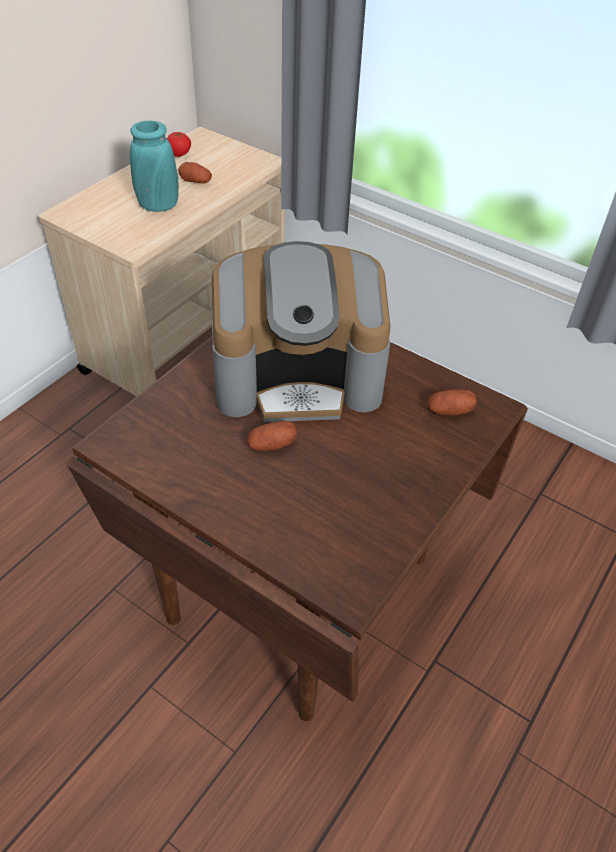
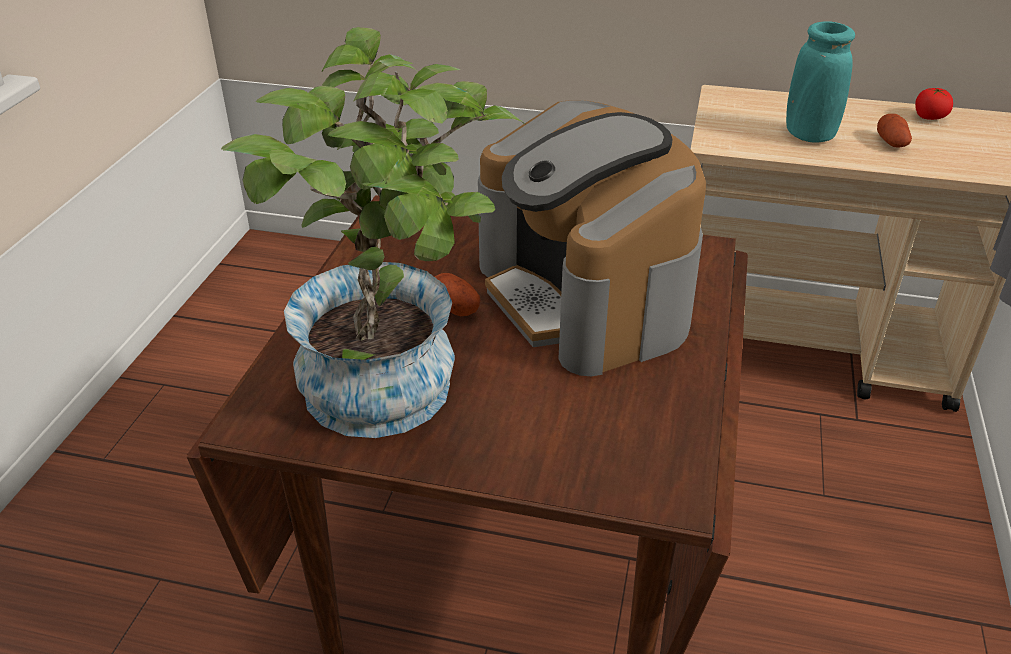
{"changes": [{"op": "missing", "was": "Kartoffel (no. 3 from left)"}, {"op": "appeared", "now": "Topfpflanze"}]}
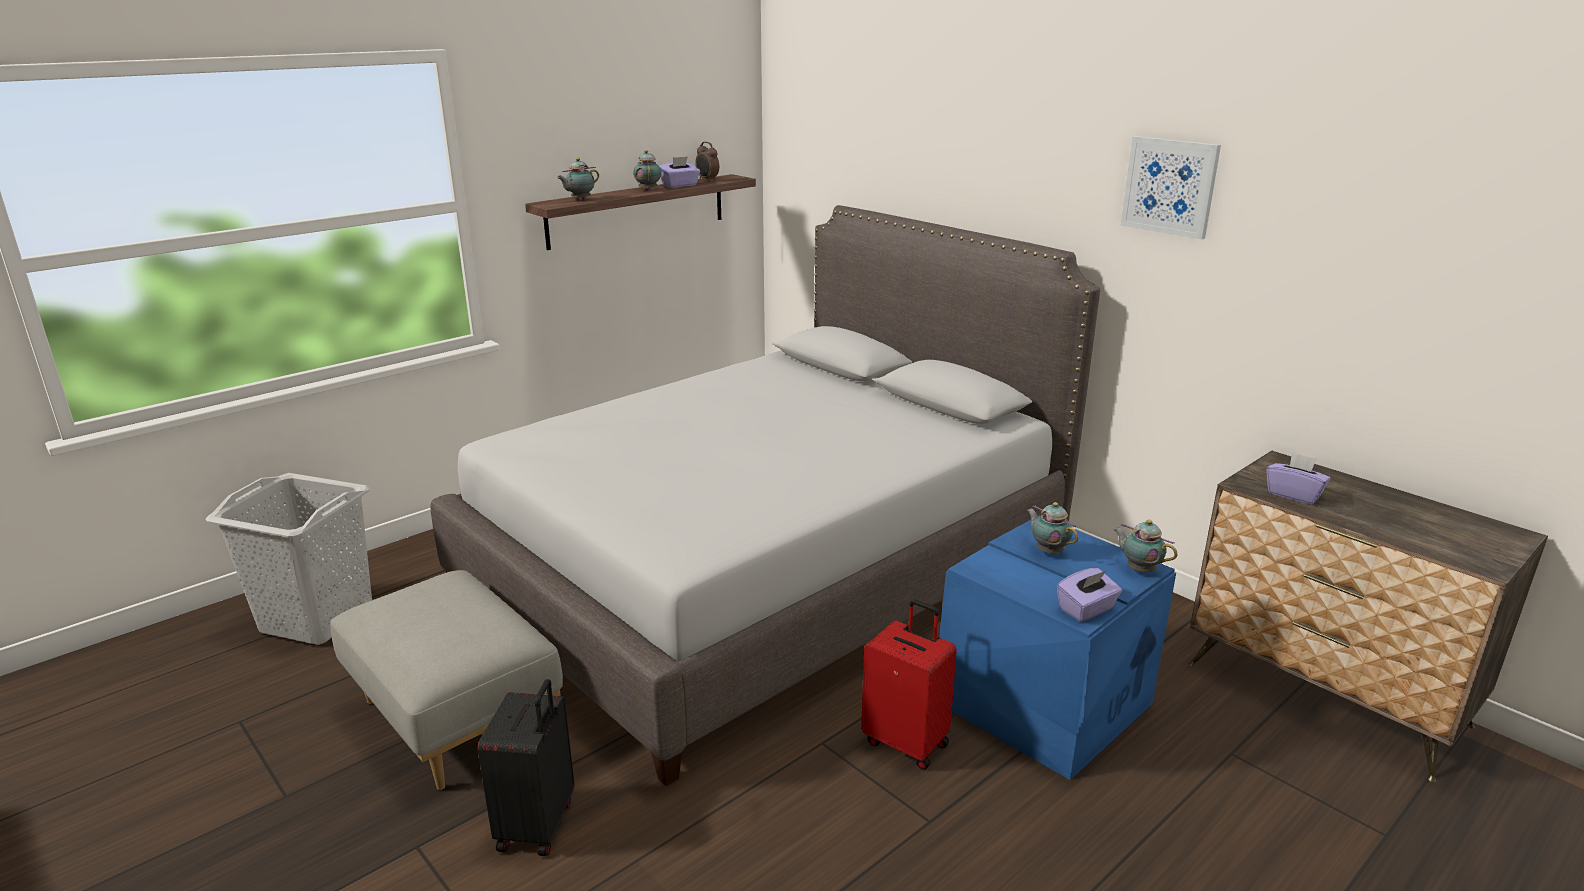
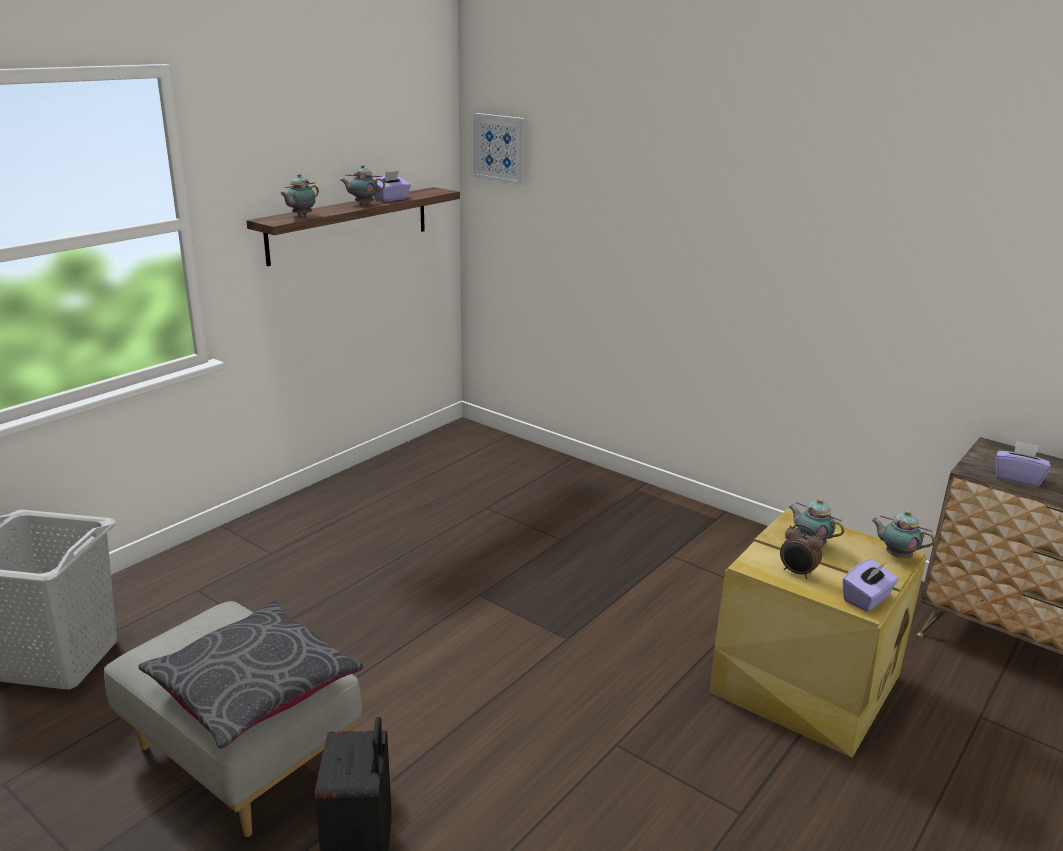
{"changes": [{"op": "missing", "was": "Bett/grau"}, {"op": "spun", "was": "Teekanne (no. 2 from left)", "clockwise": -60}, {"op": "relocated", "was": "Wecker"}, {"op": "missing", "was": "Koffer/rot"}, {"op": "colour", "was": "Aufbewahrungsbox/blau", "now": "Aufbewahrungsbox/beige"}, {"op": "relocated", "was": "Bild"}, {"op": "appeared", "now": "Kissen/grau"}]}
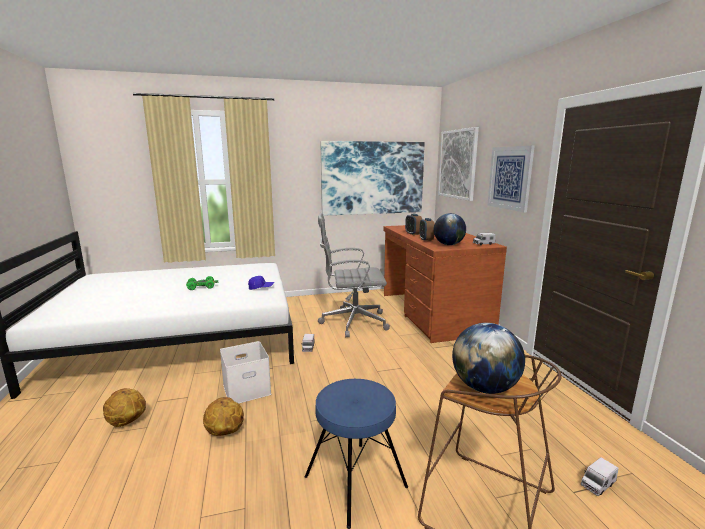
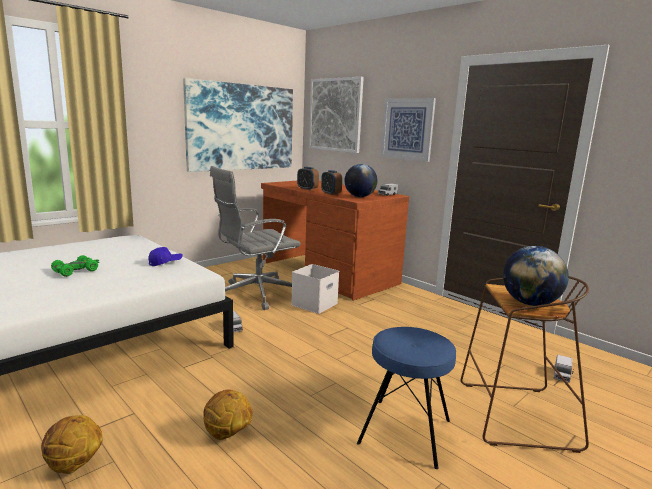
{"changes": [{"op": "relocated", "was": "Aufbewahrungsbox/weiß"}]}
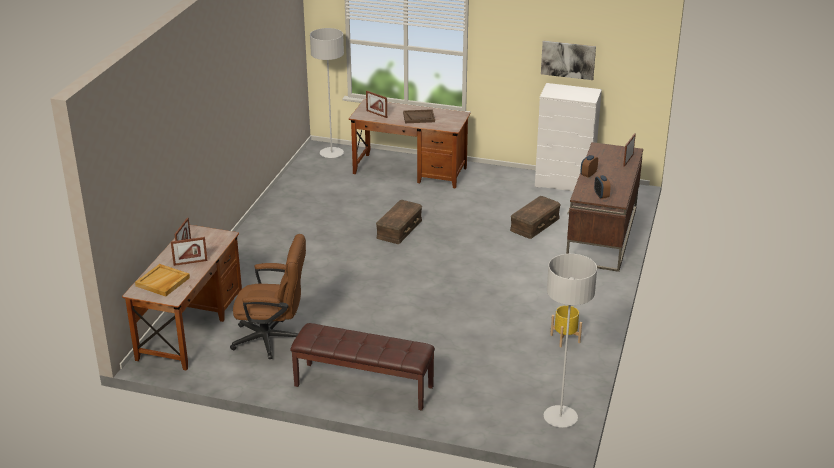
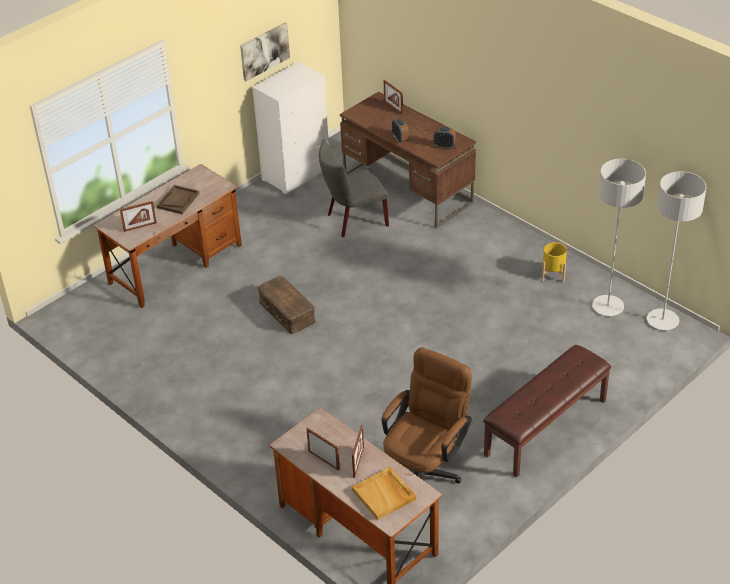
{"changes": [{"op": "relocated", "was": "Stehlampe/grau (no. 1 from left)"}, {"op": "exchanged", "was": "Aufbewahrungsbox/braun (no. 2 from left)", "now": "Stuhl/grau"}]}
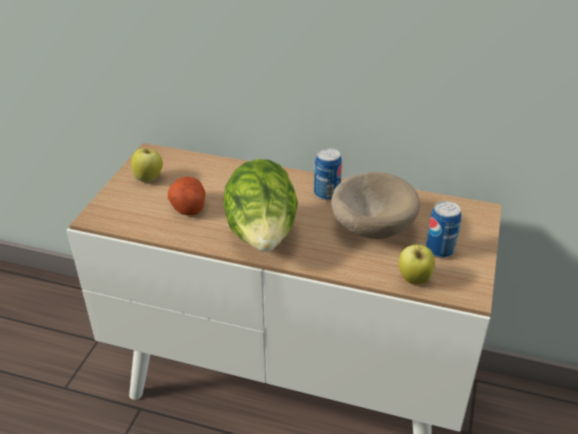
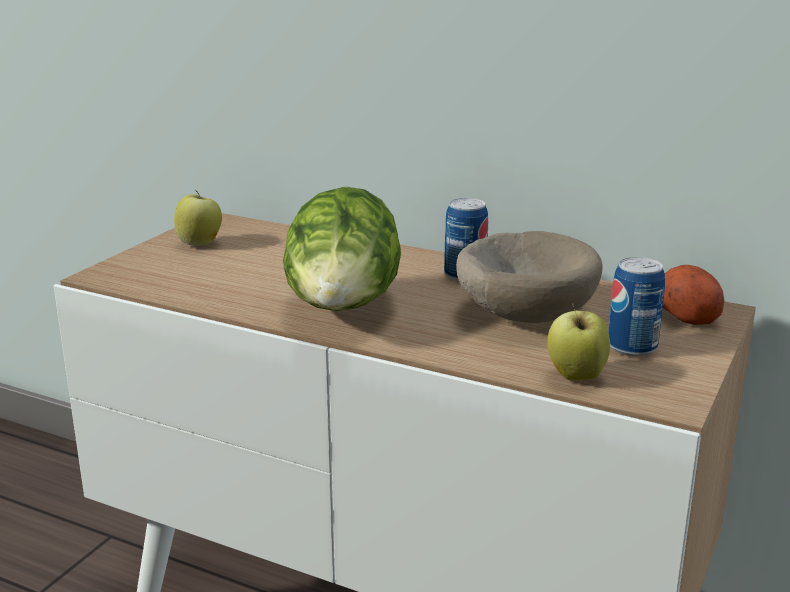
{"changes": [{"op": "relocated", "was": "Kartoffel"}]}
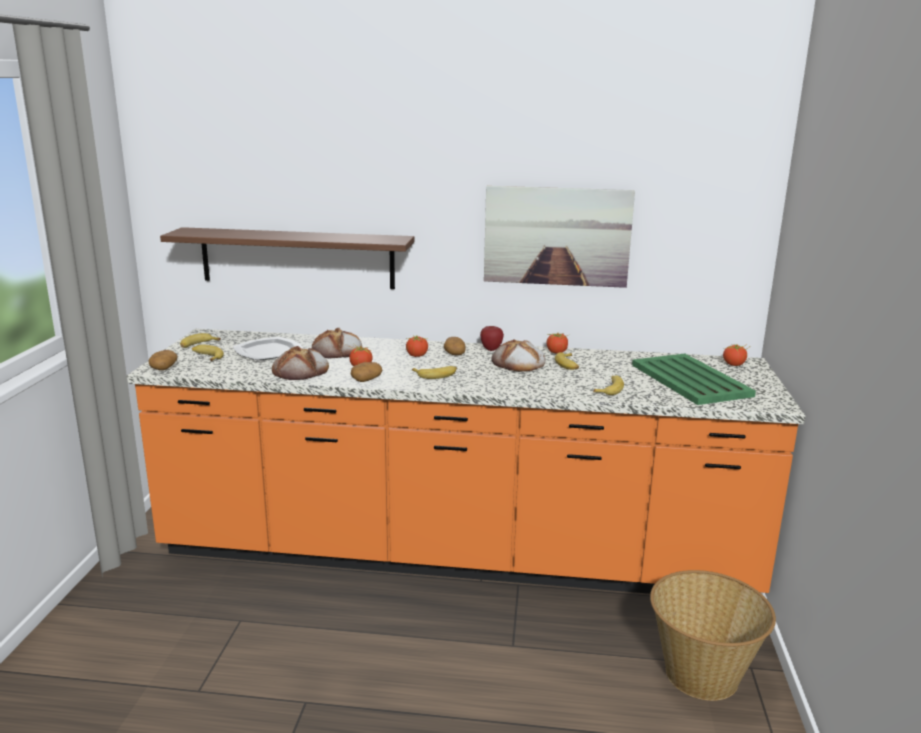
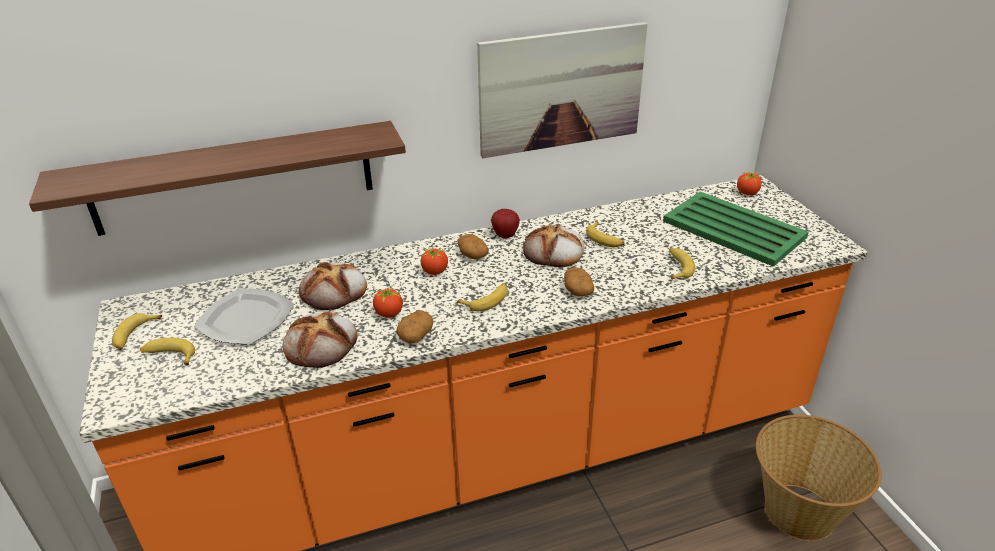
{"changes": [{"op": "relocated", "was": "Kartoffel (no. 1 from left in the first image)", "now": "Kartoffel (no. 3 from left)"}, {"op": "missing", "was": "Tomate (no. 3 from left)"}]}
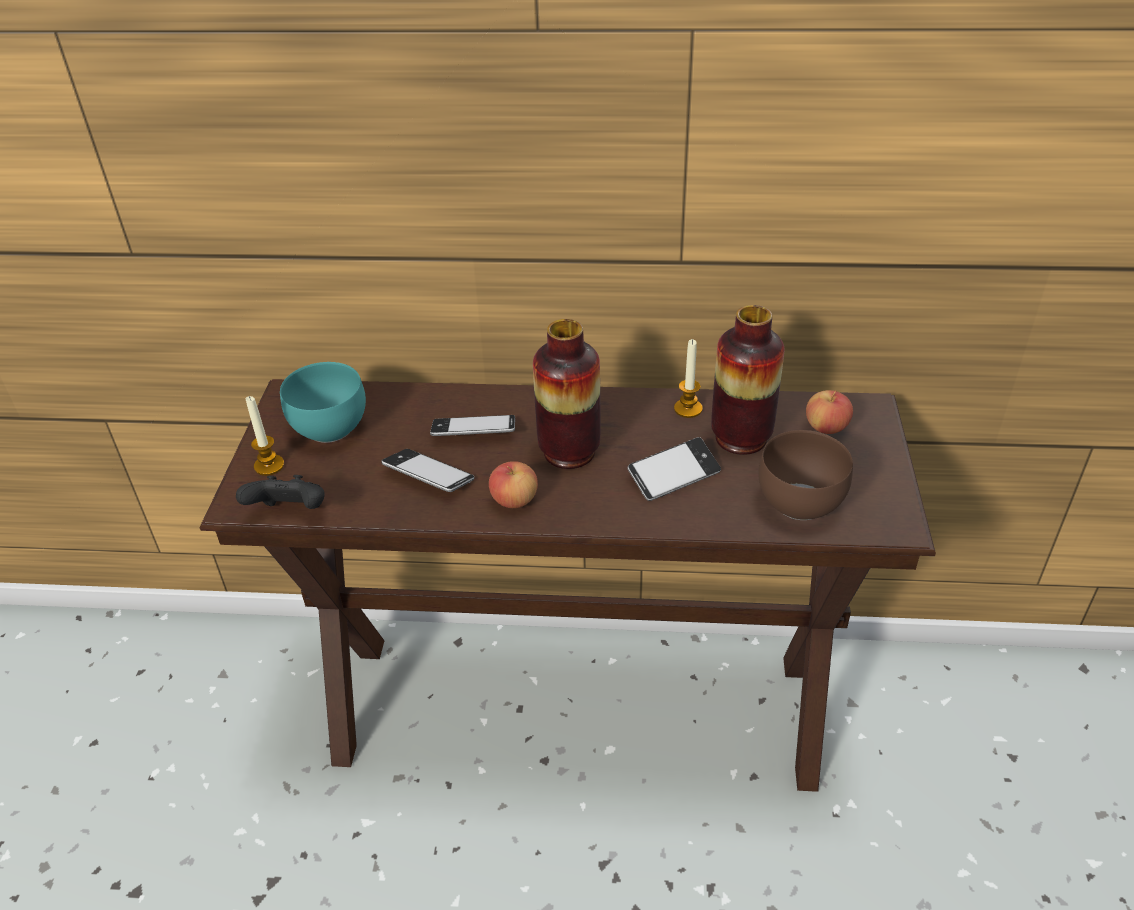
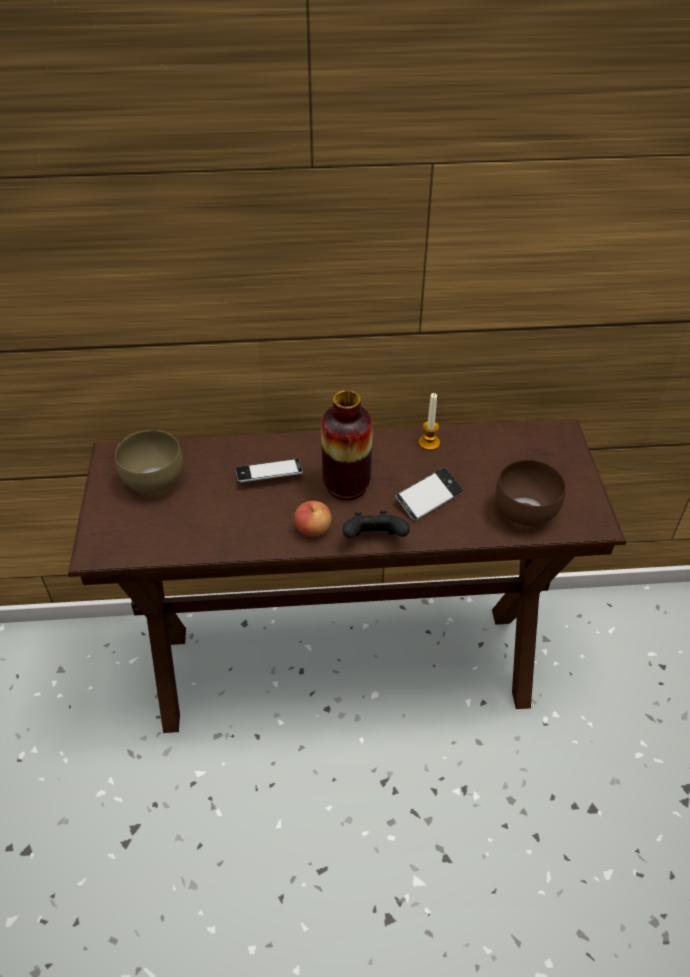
{"changes": [{"op": "relocated", "was": "Gamepad/schwarz"}, {"op": "missing", "was": "Kerze (no. 1 from left)"}, {"op": "colour", "was": "Schüssel/türkis", "now": "Schüssel/braun (no. 1 from left)"}, {"op": "missing", "was": "Handy (no. 1 from left)"}, {"op": "missing", "was": "Vase (no. 2 from left)"}, {"op": "missing", "was": "Apfel (no. 2 from left)"}]}
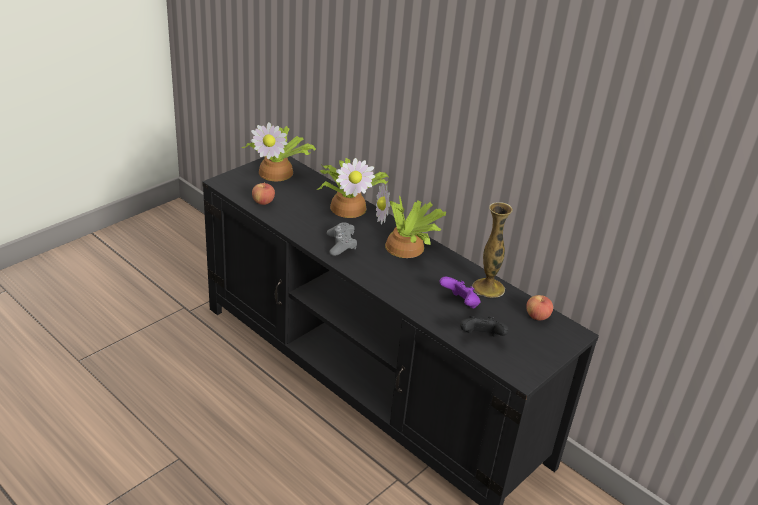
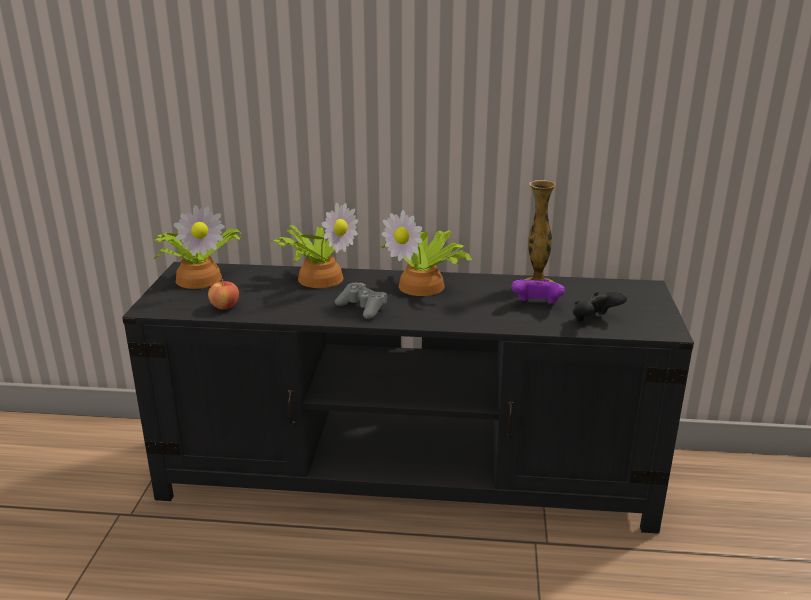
{"changes": [{"op": "missing", "was": "Apfel (no. 2 from left)"}]}
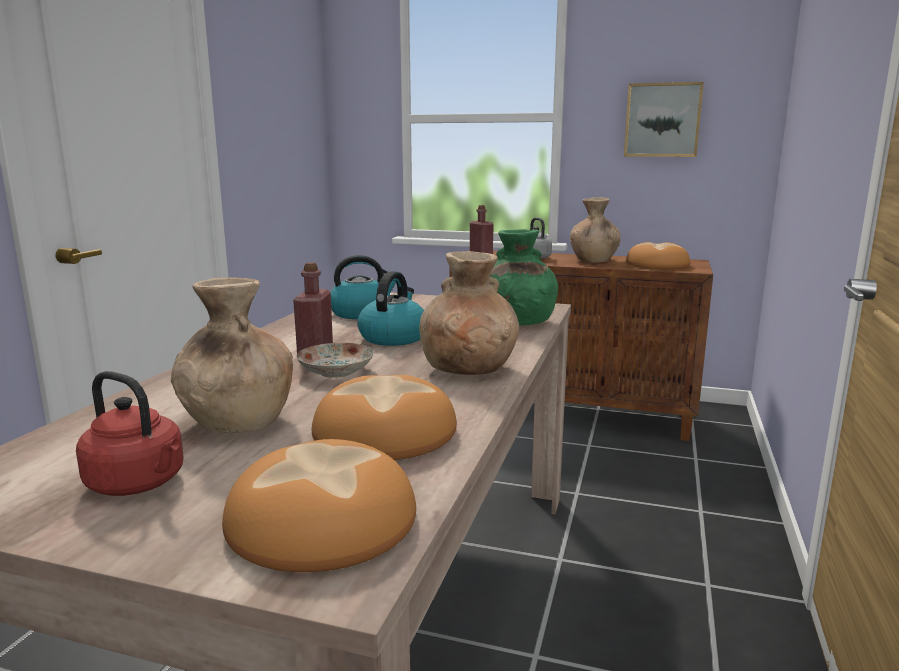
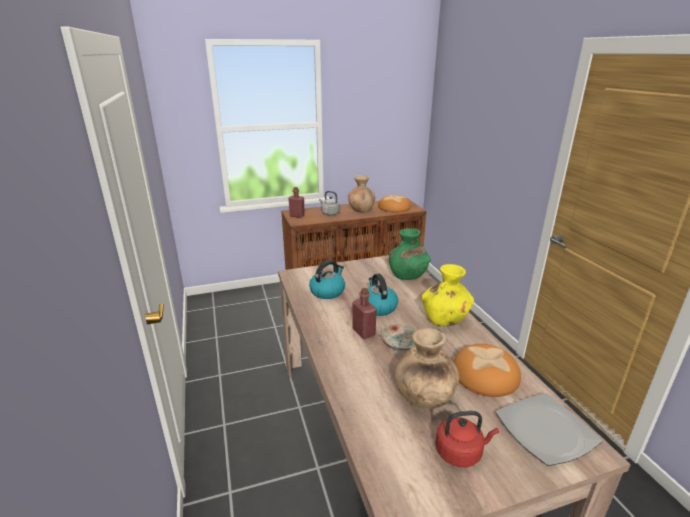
{"changes": [{"op": "exchanged", "was": "Brot (no. 1 from left)", "now": "Teller (no. 2 from left)"}, {"op": "colour", "was": "Vase/braun (no. 2 from left)", "now": "Vase/gelb"}, {"op": "missing", "was": "Bild"}]}
